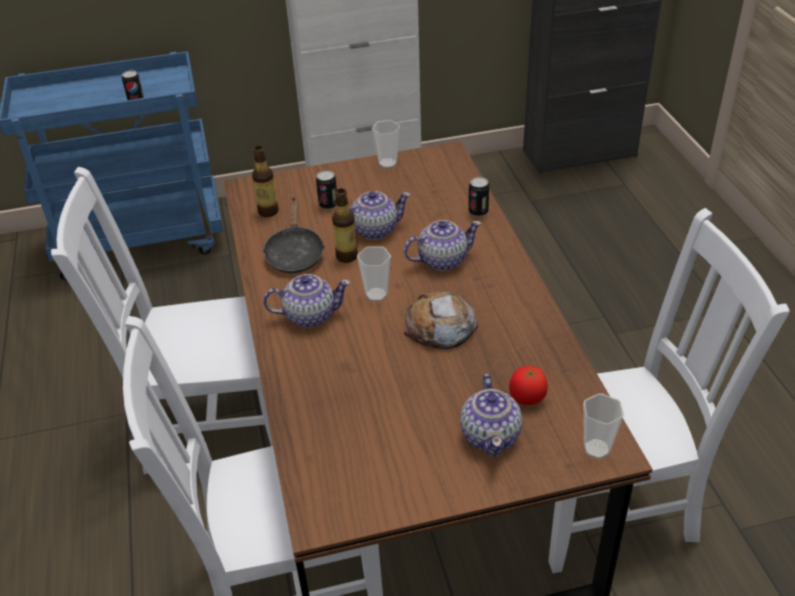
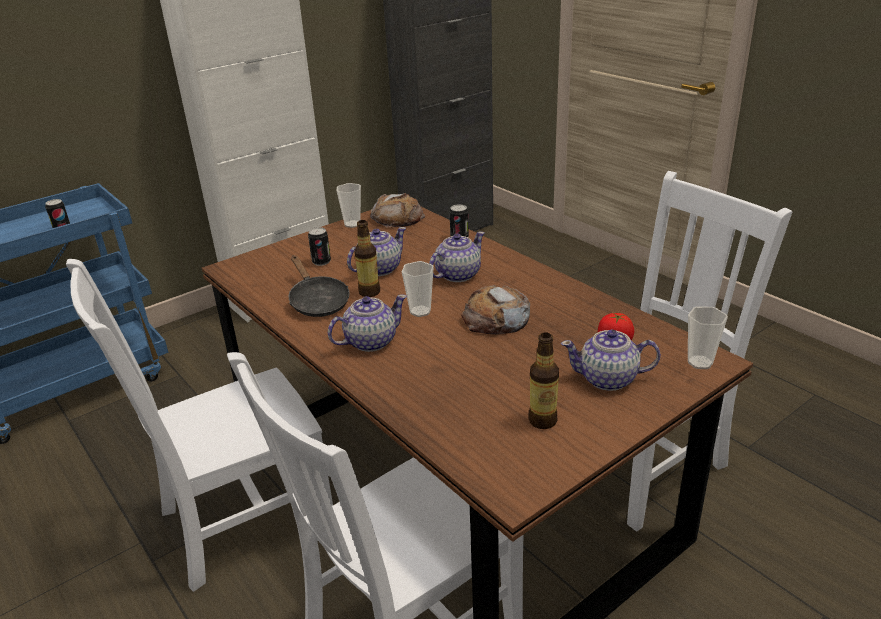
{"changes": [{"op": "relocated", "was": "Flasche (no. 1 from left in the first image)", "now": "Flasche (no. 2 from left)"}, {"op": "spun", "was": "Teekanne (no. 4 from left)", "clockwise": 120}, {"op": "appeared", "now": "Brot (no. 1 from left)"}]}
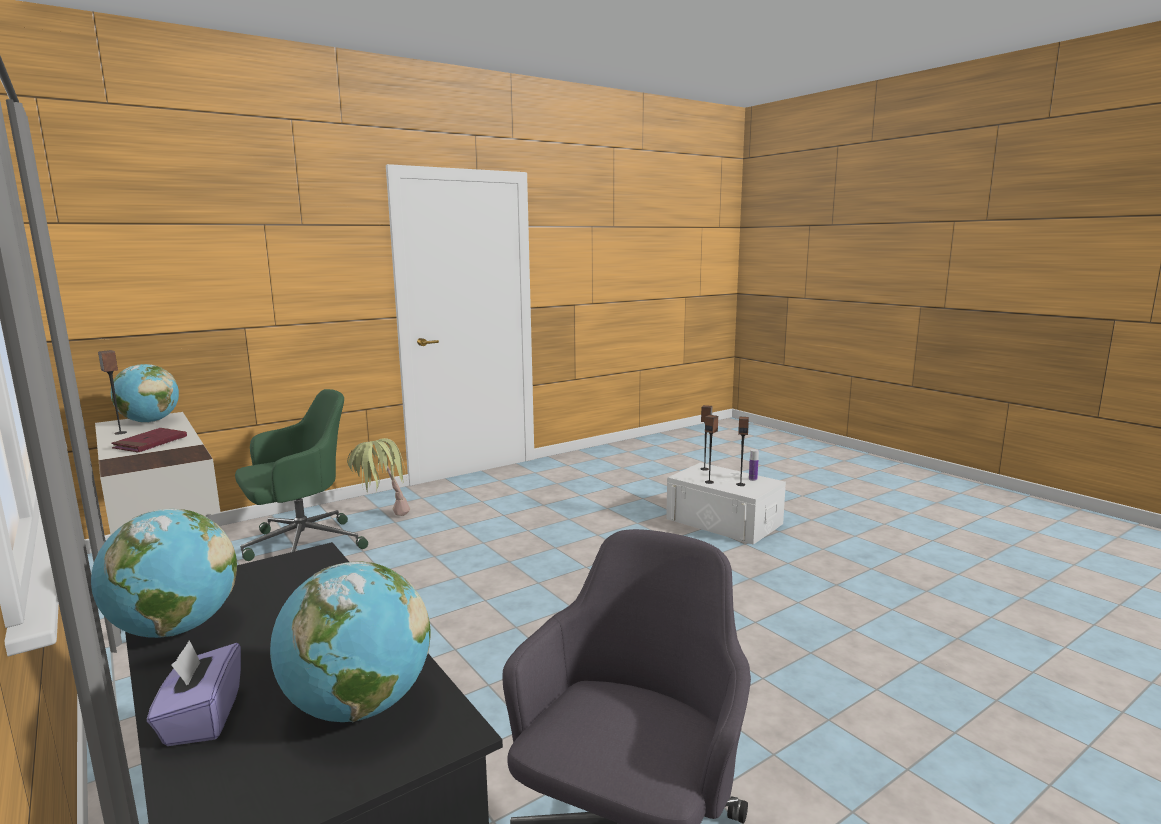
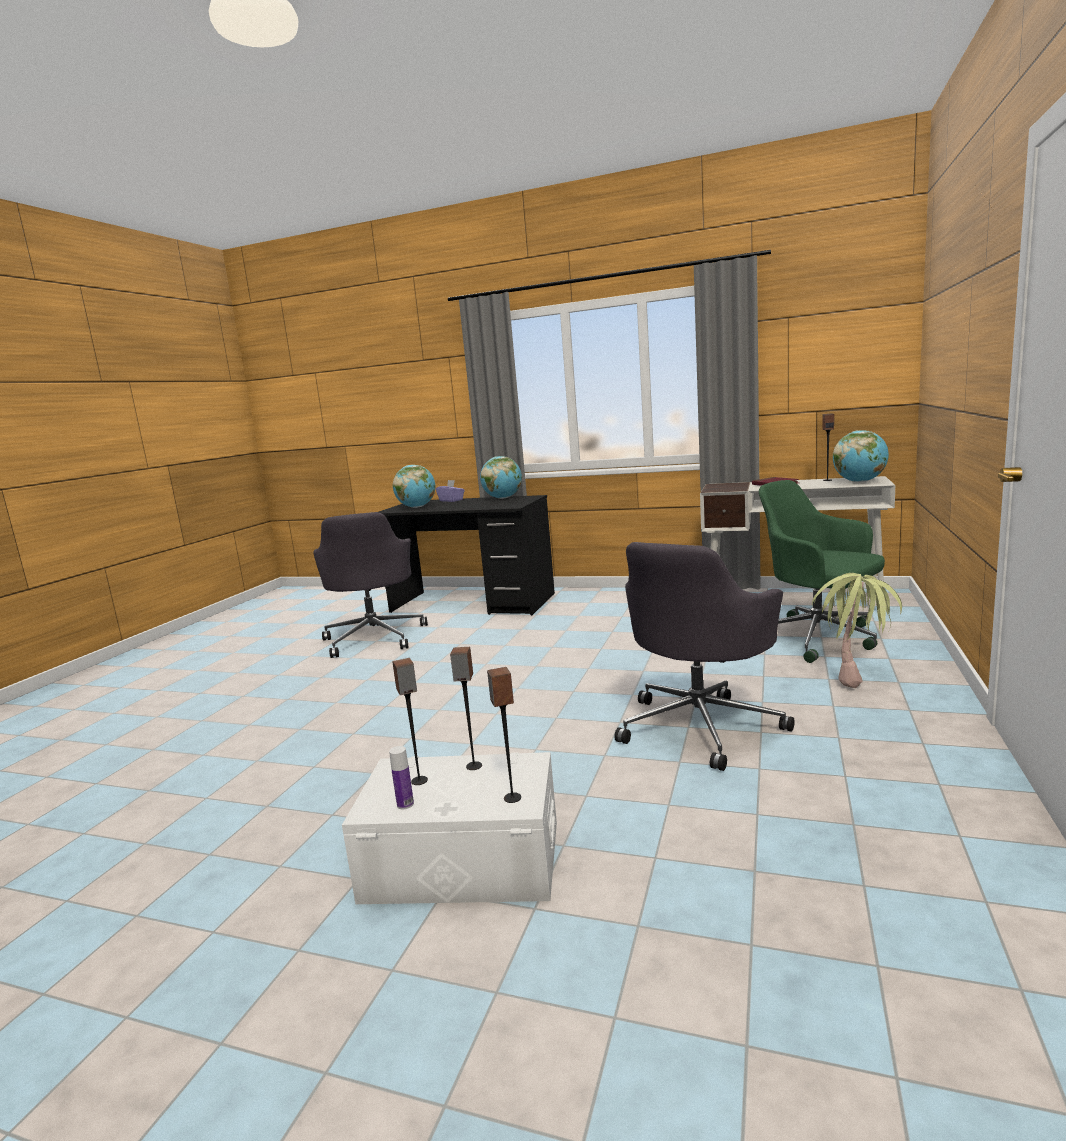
{"changes": [{"op": "spun", "was": "Bürostuhl/grün", "clockwise": 120}, {"op": "appeared", "now": "Bürostuhl/grau (no. 2 from left)"}]}
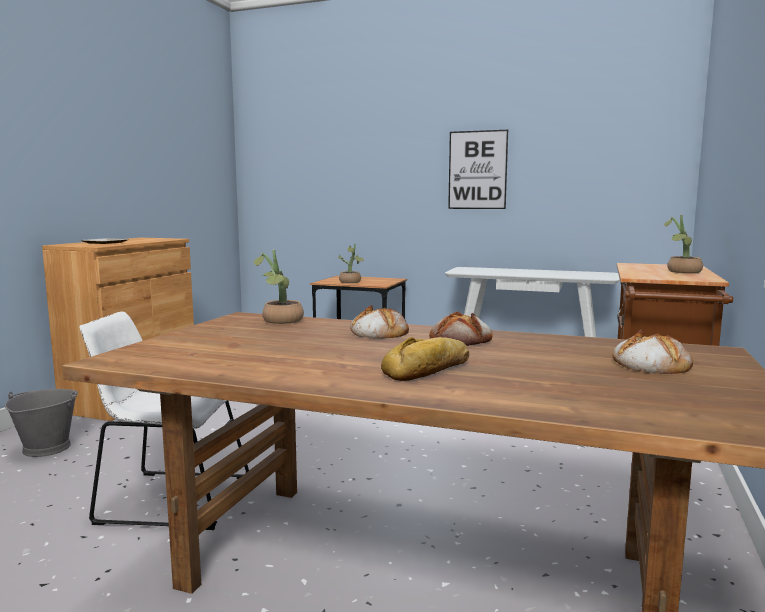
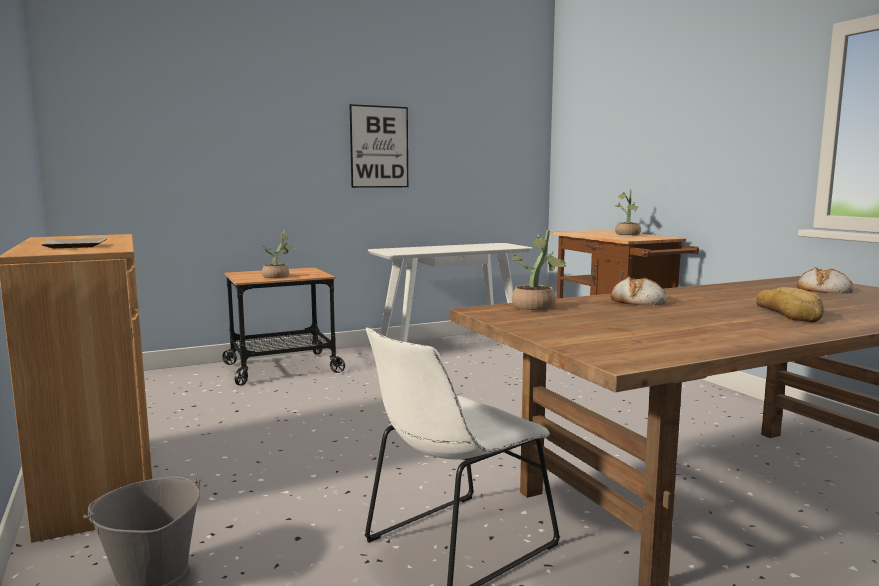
{"changes": [{"op": "missing", "was": "Brot (no. 3 from left)"}]}
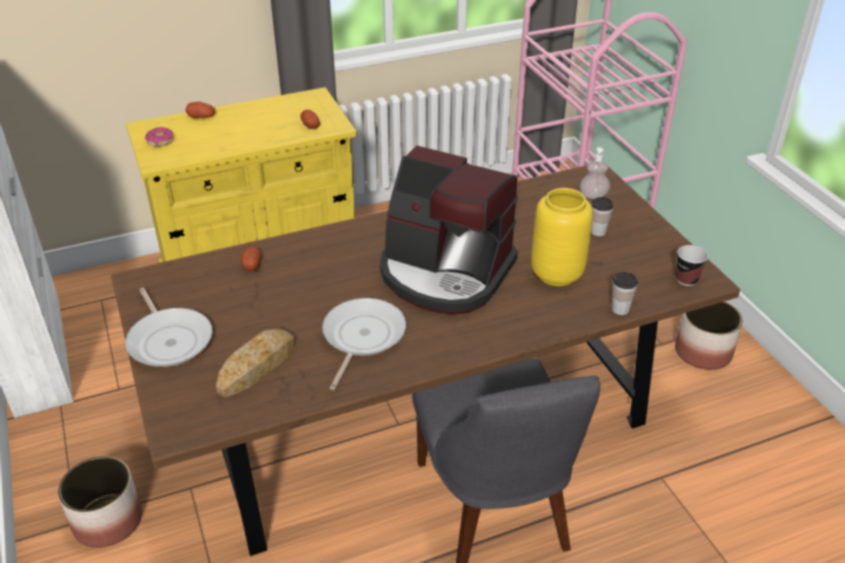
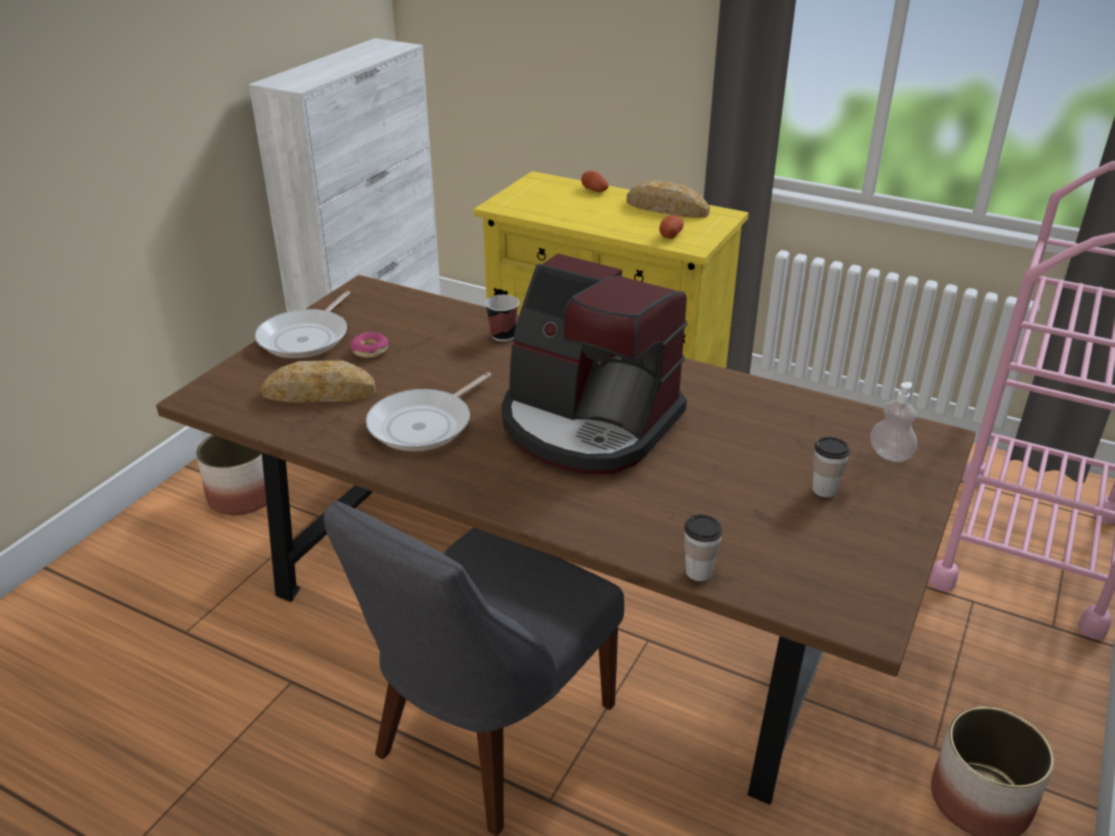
{"changes": [{"op": "relocated", "was": "Donut"}, {"op": "missing", "was": "Kartoffel (no. 2 from left)"}, {"op": "spun", "was": "Pfanne (no. 2 from left)", "clockwise": 150}, {"op": "spun", "was": "Kaffeemaschine", "clockwise": -45}, {"op": "missing", "was": "Vase/gelb"}, {"op": "relocated", "was": "Tasse (no. 3 from left in the first image)", "now": "Tasse (no. 1 from left)"}, {"op": "appeared", "now": "Brot (no. 2 from left)"}]}
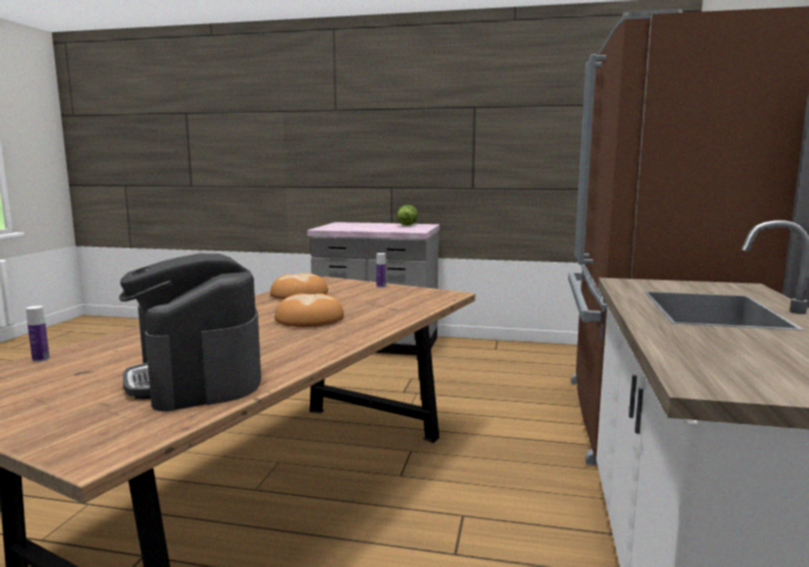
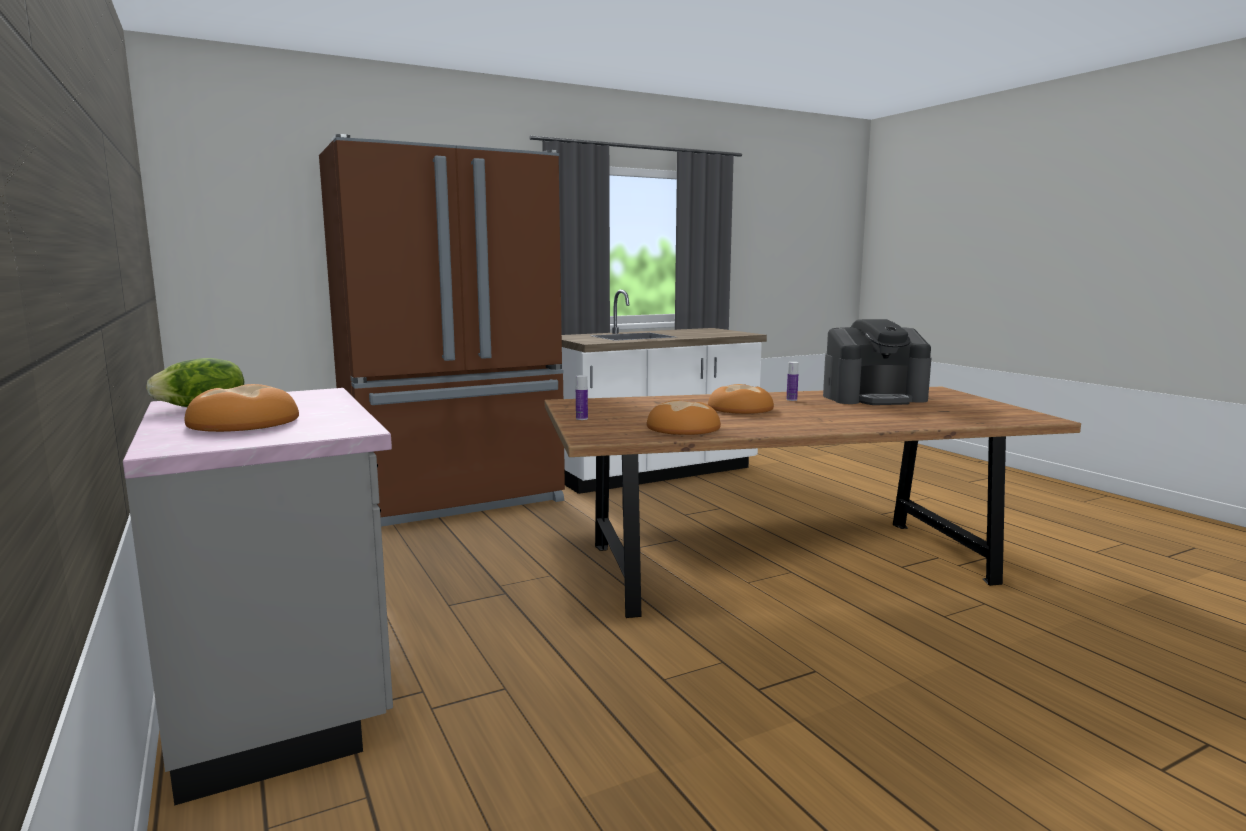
{"changes": [{"op": "relocated", "was": "Flasche (no. 1 from left in the first image)", "now": "Flasche (no. 2 from left)"}, {"op": "spun", "was": "Kaffeemaschine", "clockwise": 60}, {"op": "appeared", "now": "Brot (no. 1 from left)"}]}
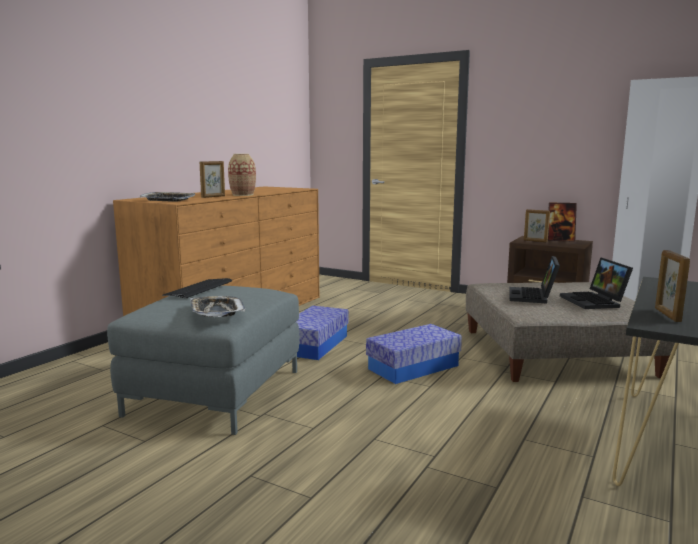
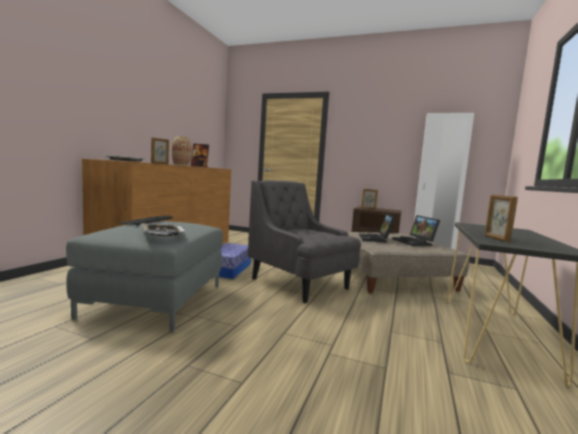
{"changes": [{"op": "exchanged", "was": "Aufbewahrungsbox (no. 2 from left)", "now": "Sessel/grau"}, {"op": "relocated", "was": "Bilderrahmen (no. 3 from left in the first image)", "now": "Bilderrahmen (no. 2 from left)"}]}
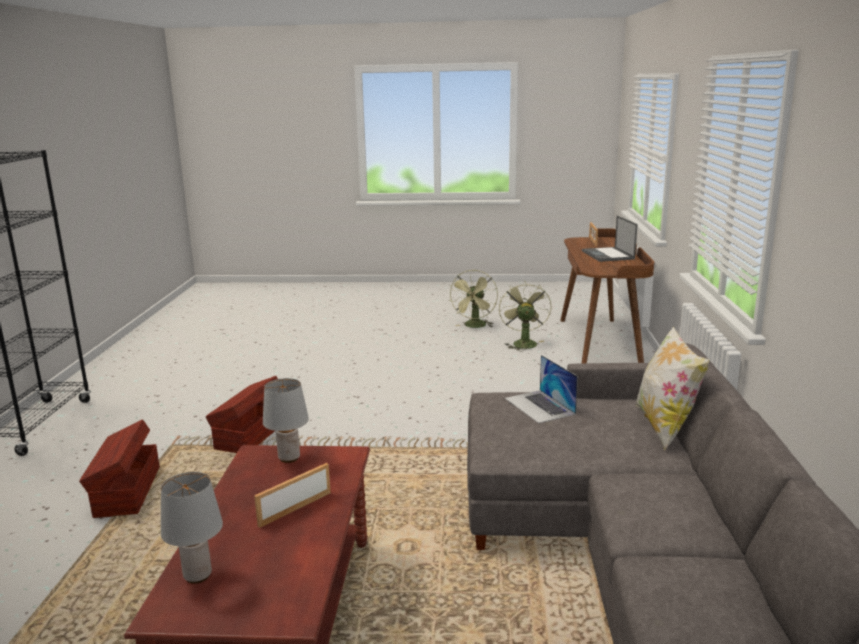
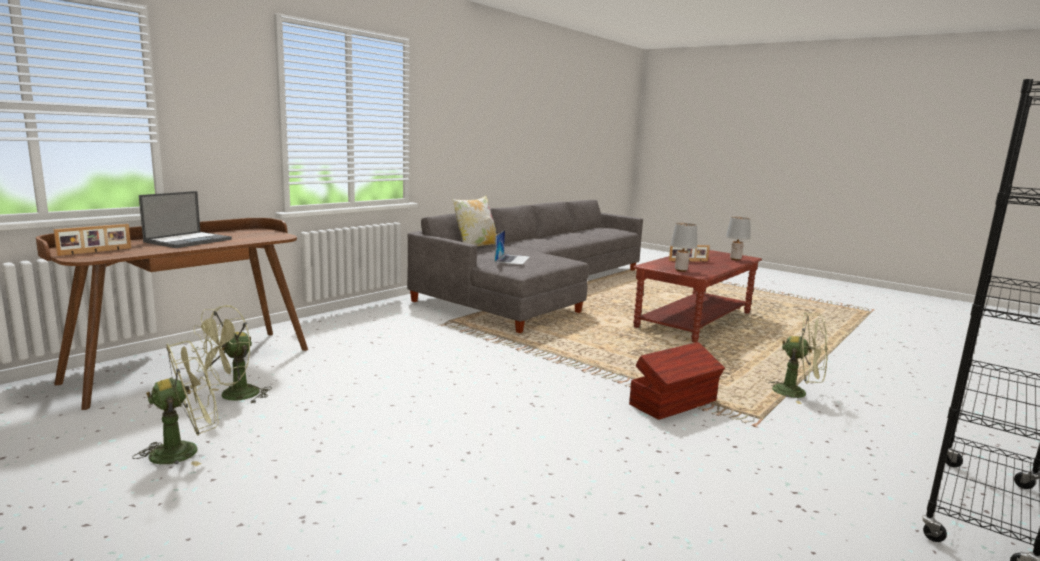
{"changes": [{"op": "exchanged", "was": "Aufbewahrungsbox/braun (no. 1 from left)", "now": "Ventilator/grün (no. 3 from left)"}]}
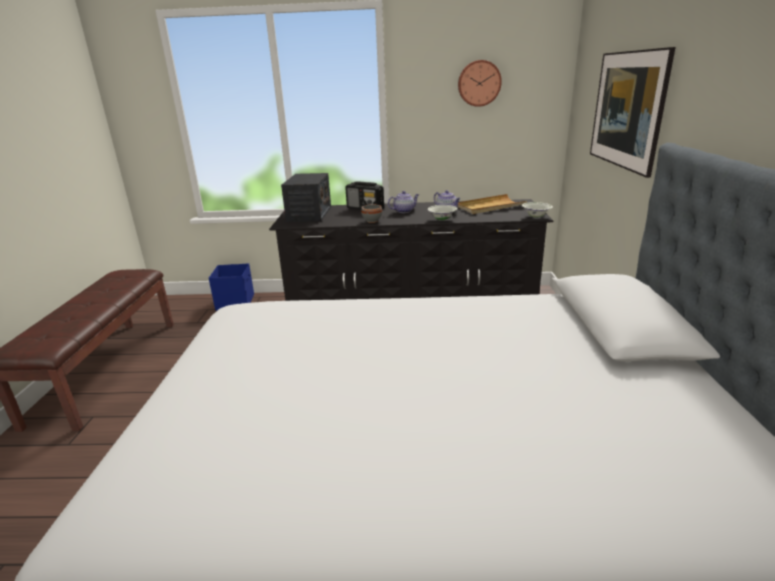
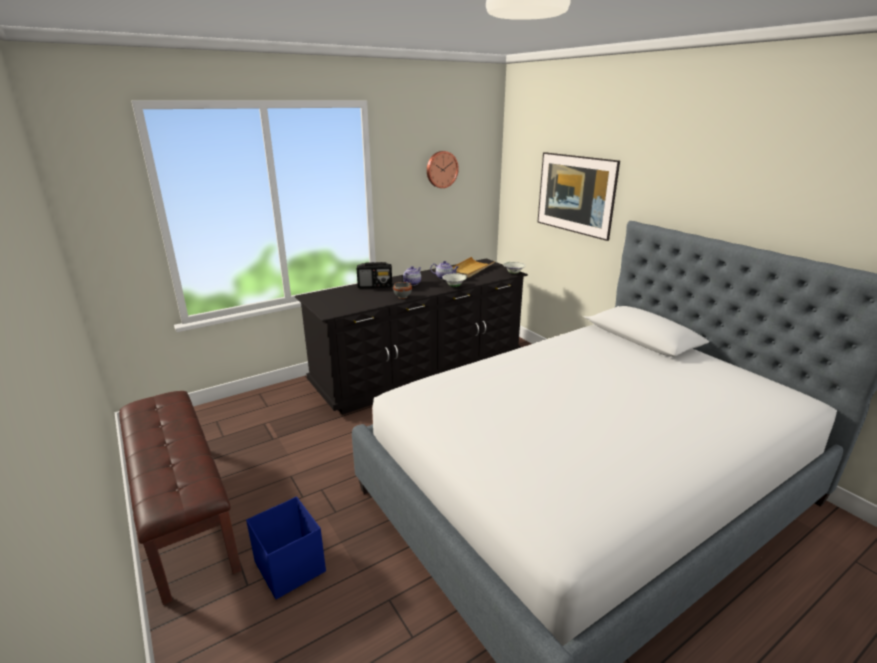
{"changes": [{"op": "relocated", "was": "Aufbewahrungsbox/blau"}, {"op": "missing", "was": "Radio (no. 1 from left)"}]}
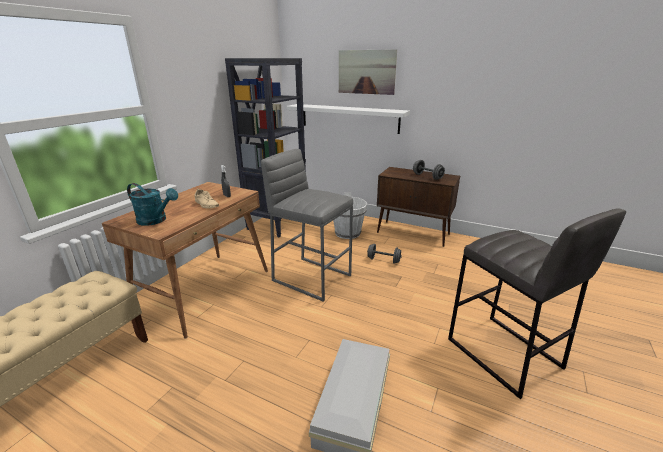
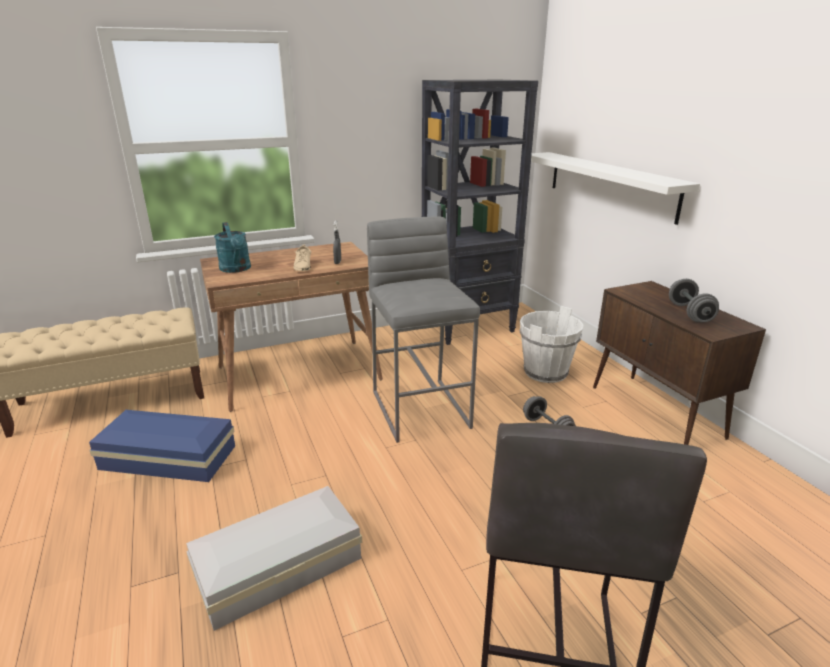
{"changes": [{"op": "missing", "was": "Bild"}, {"op": "appeared", "now": "Aufbewahrungsbox/blau"}]}
